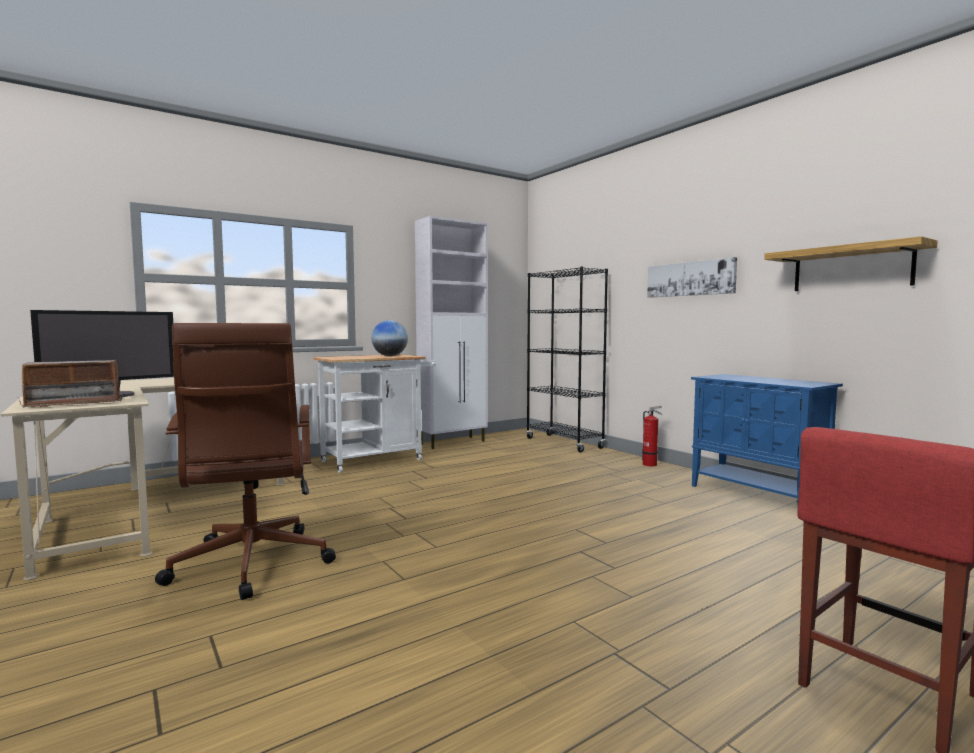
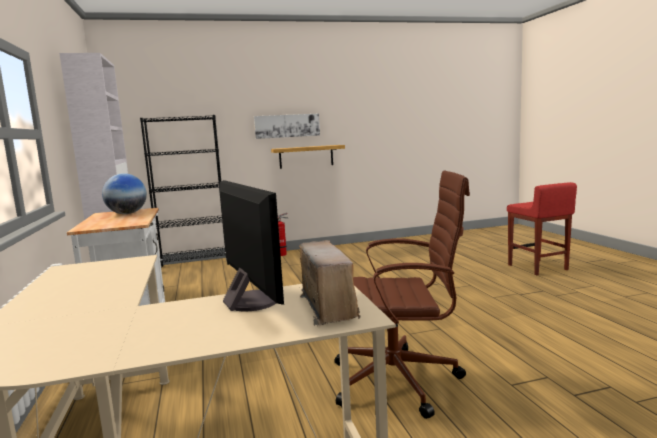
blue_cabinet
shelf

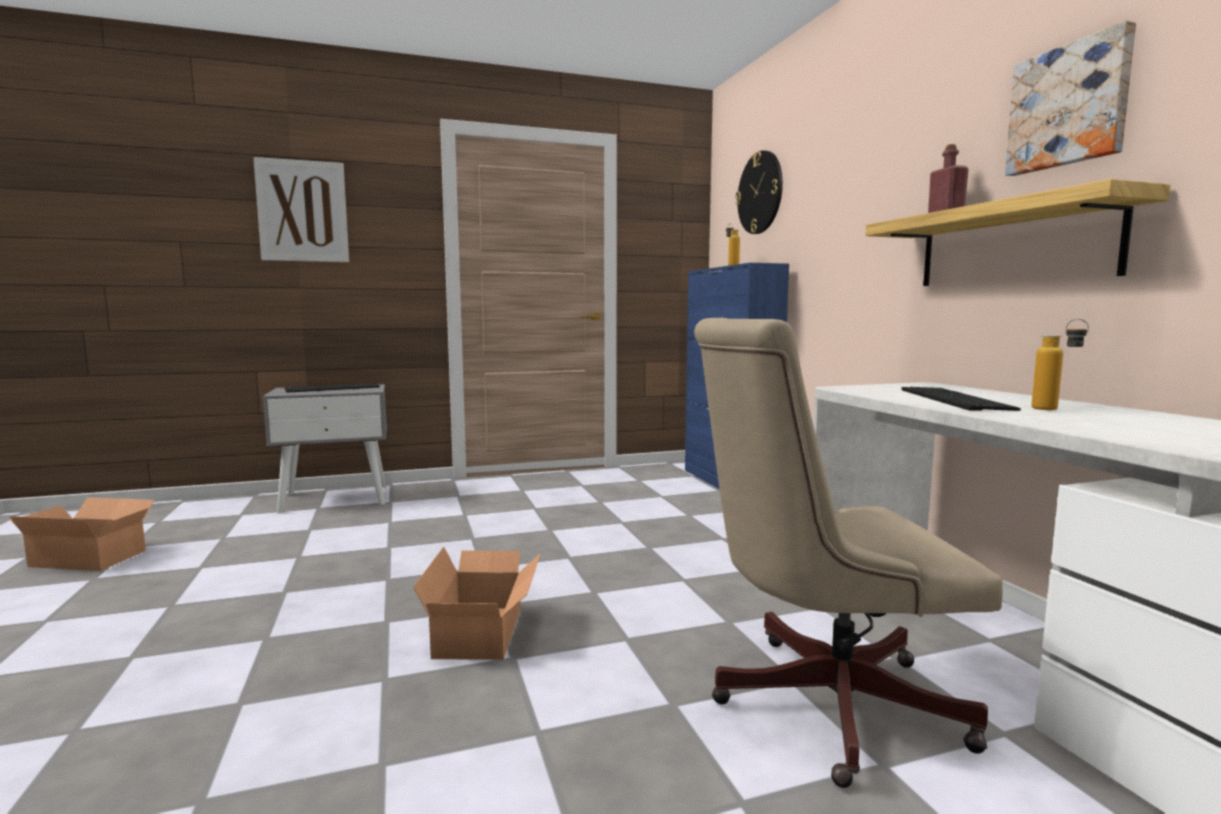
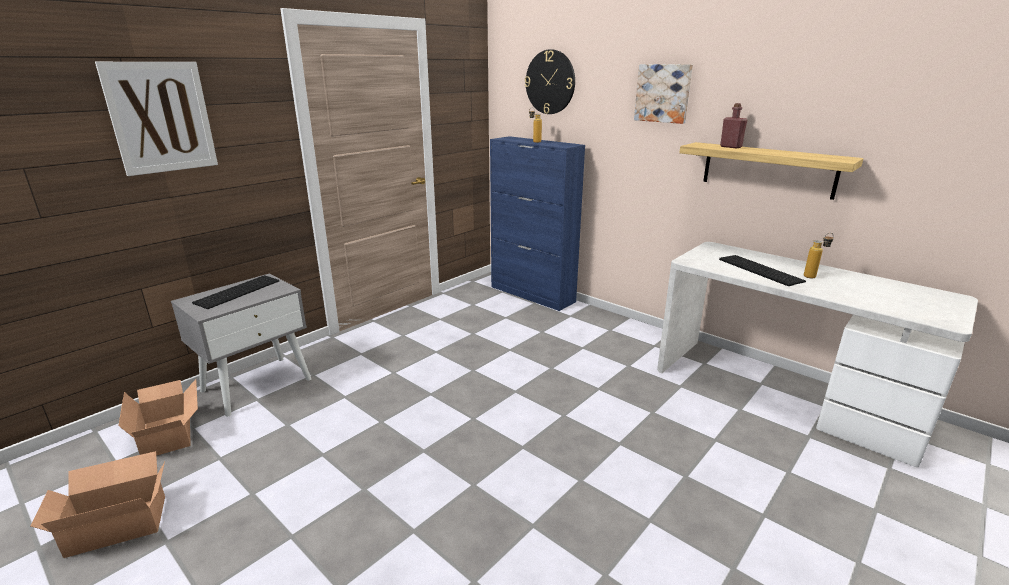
cardboard_box (2nd from left)
beige_office_chair
picture (2nd from left)

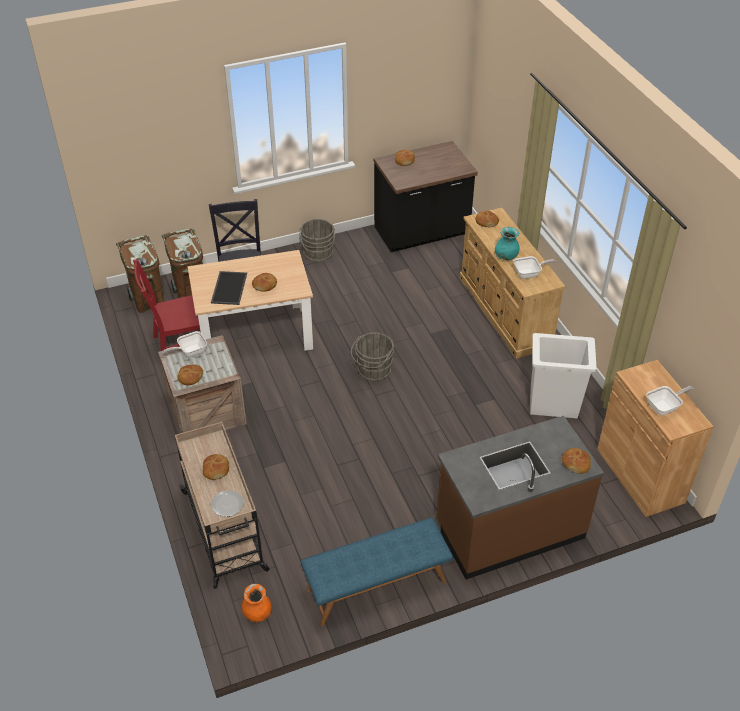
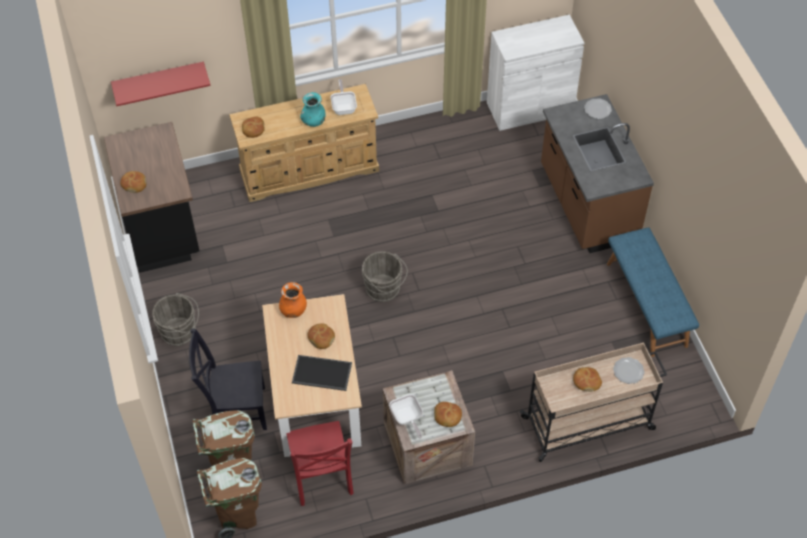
orange_vase
white_trash_can
plate (1st from left)
white_cabinet
frying_pan (3rd from left in the first image)
red_shelf

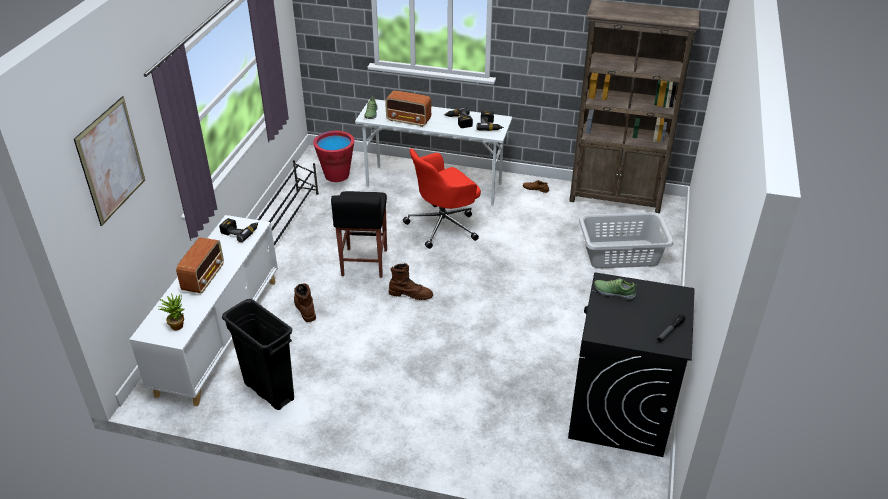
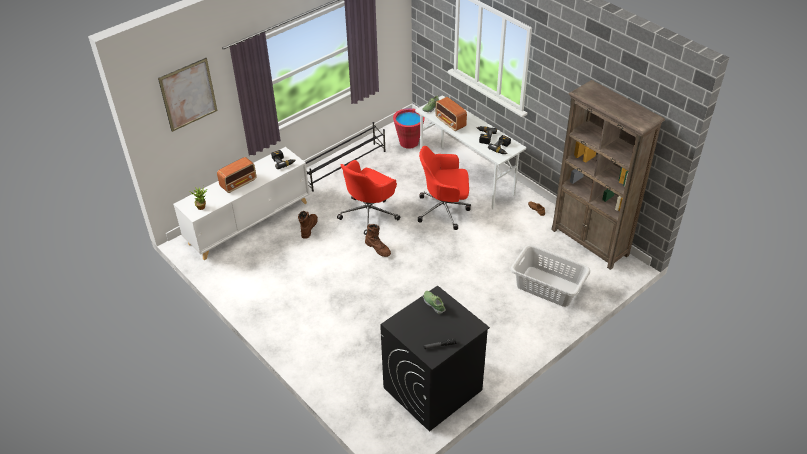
black_trash_can
red_office_chair (1st from left)

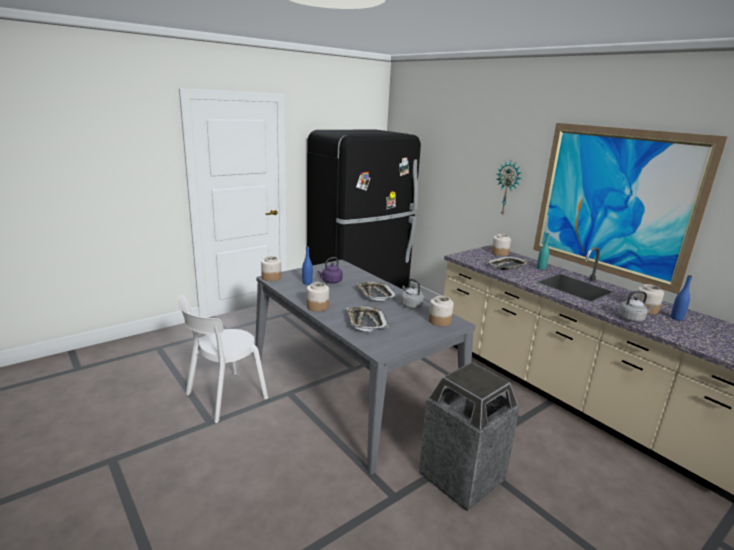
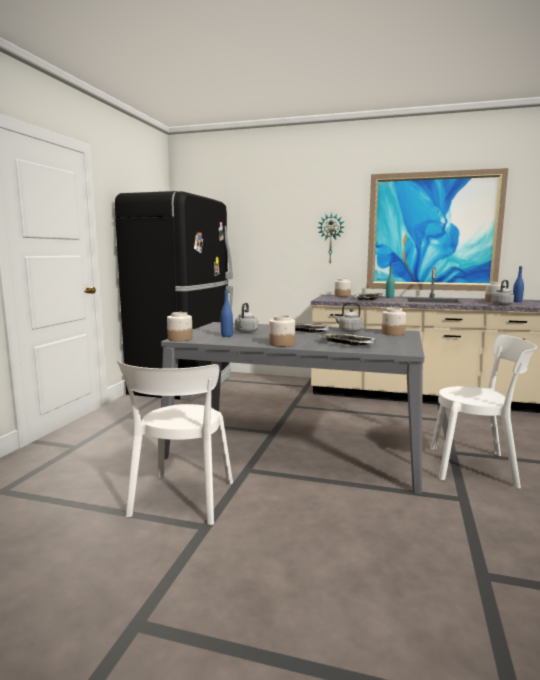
grey_kettle (1st from left)
white_chair (2nd from left)

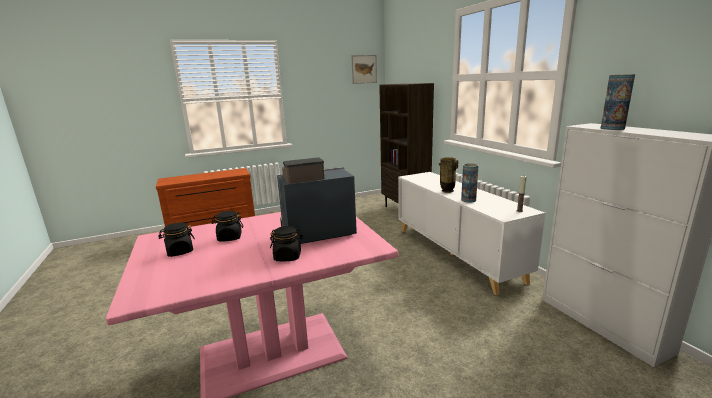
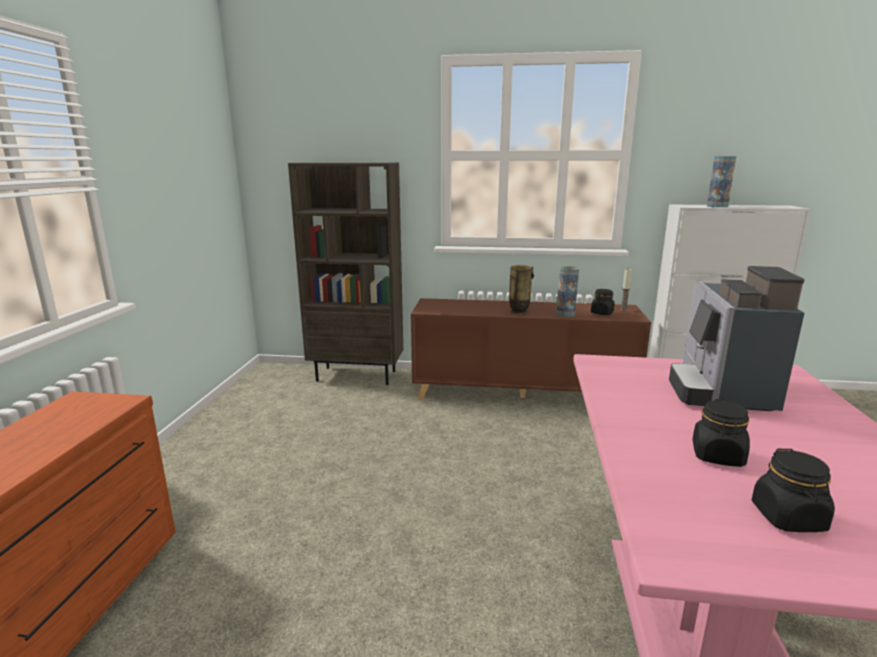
black_jar (1st from left)
picture
brown_cabinet

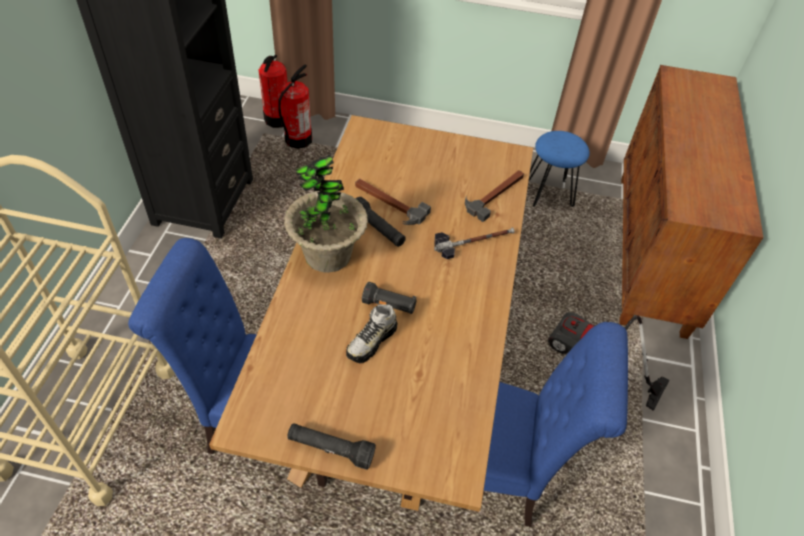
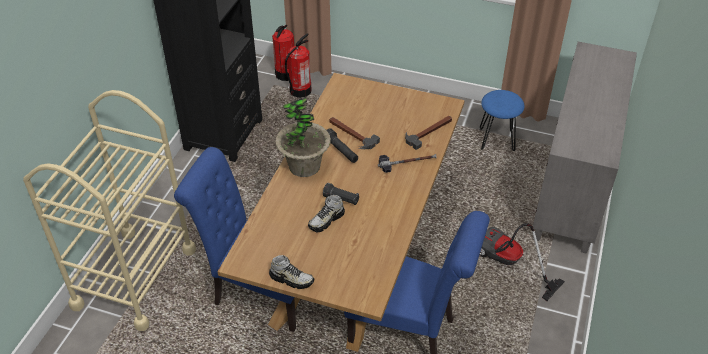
shoe (1st from left)
grey_cabinet

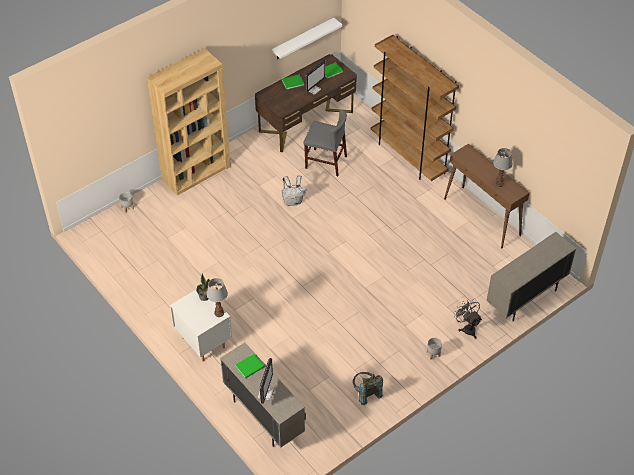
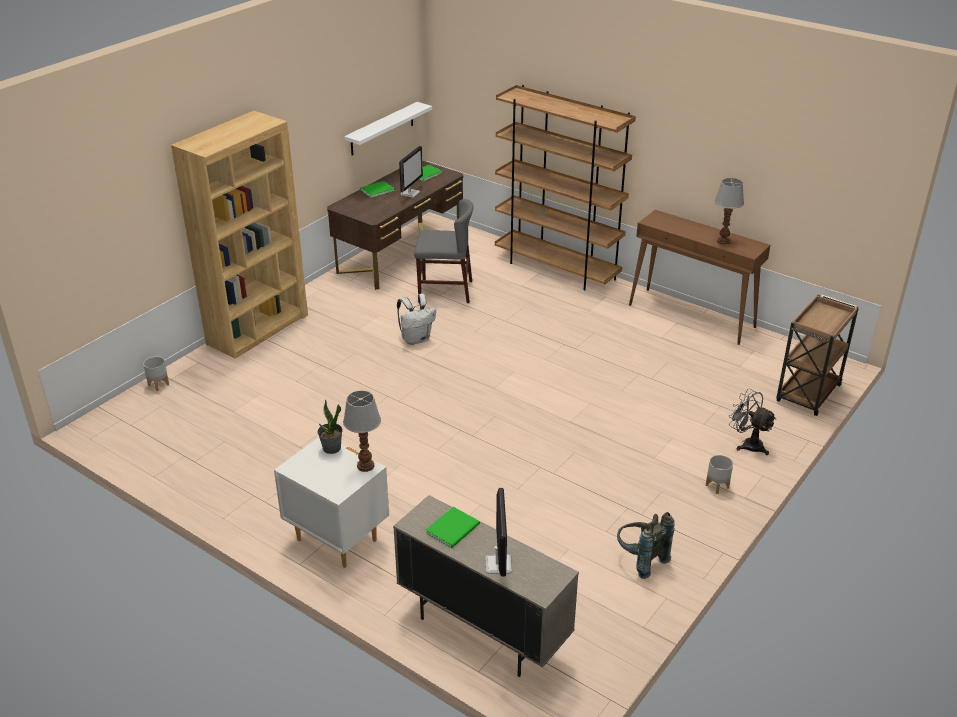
brown_cart

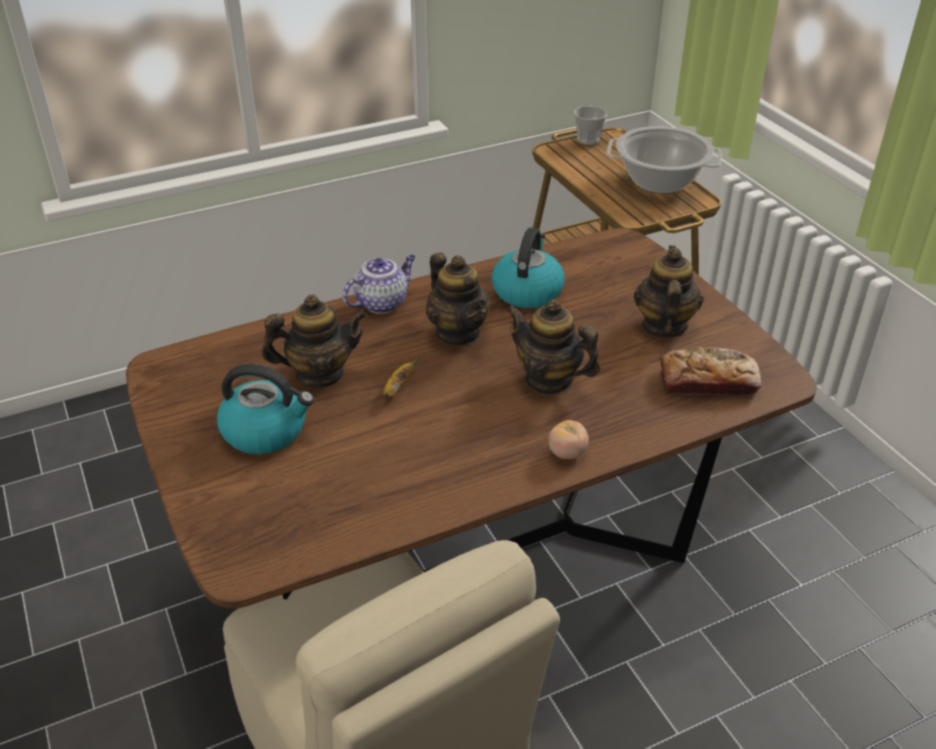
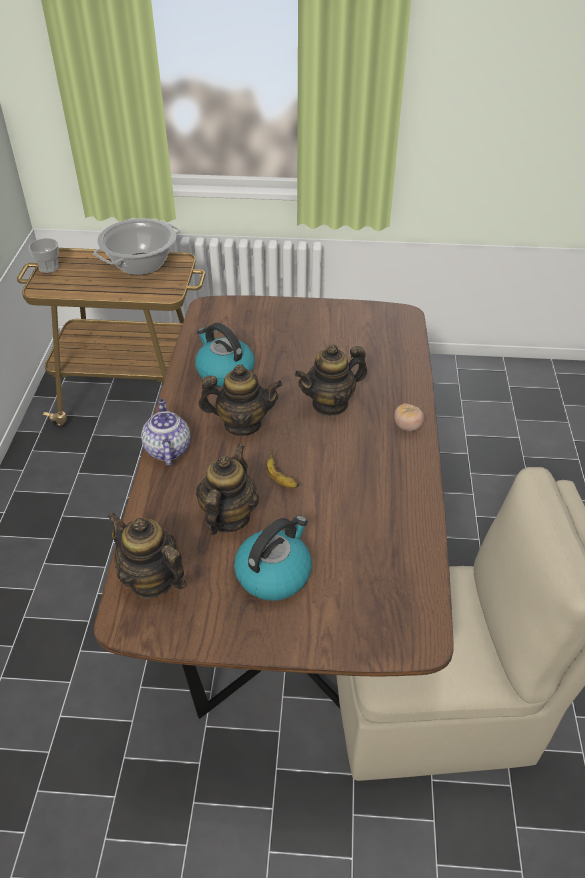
teapot (1st from left)
bread

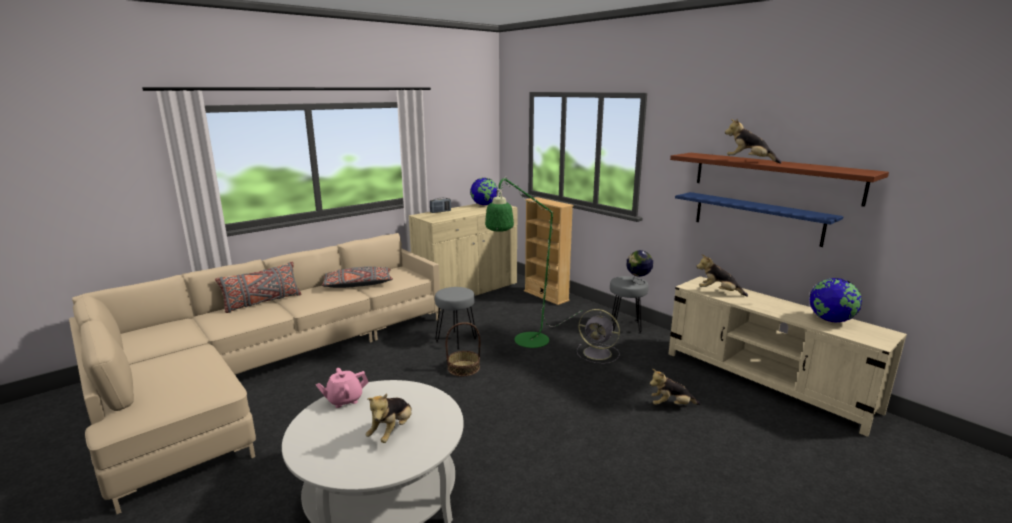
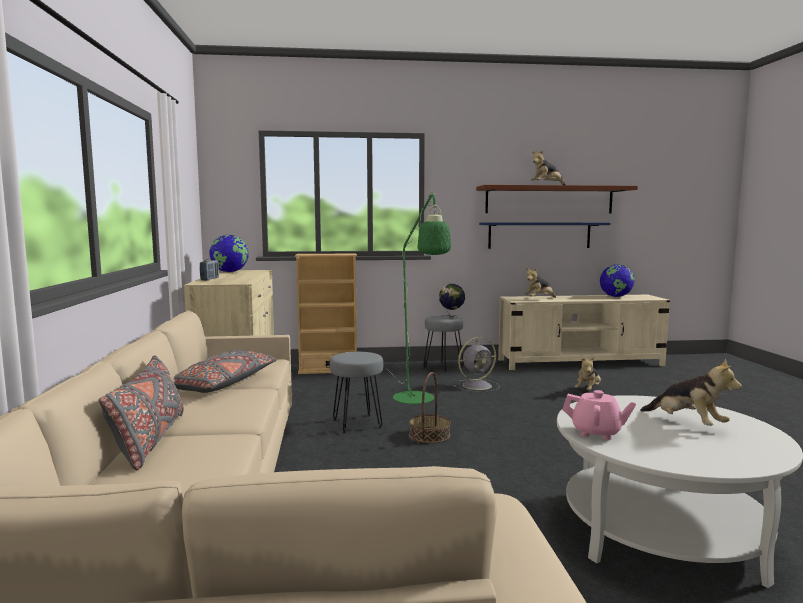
pink_teapot

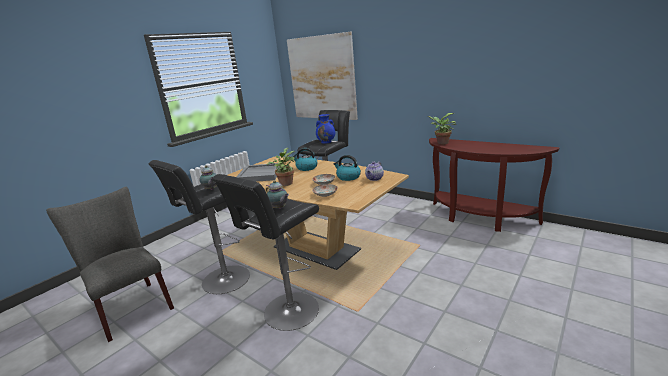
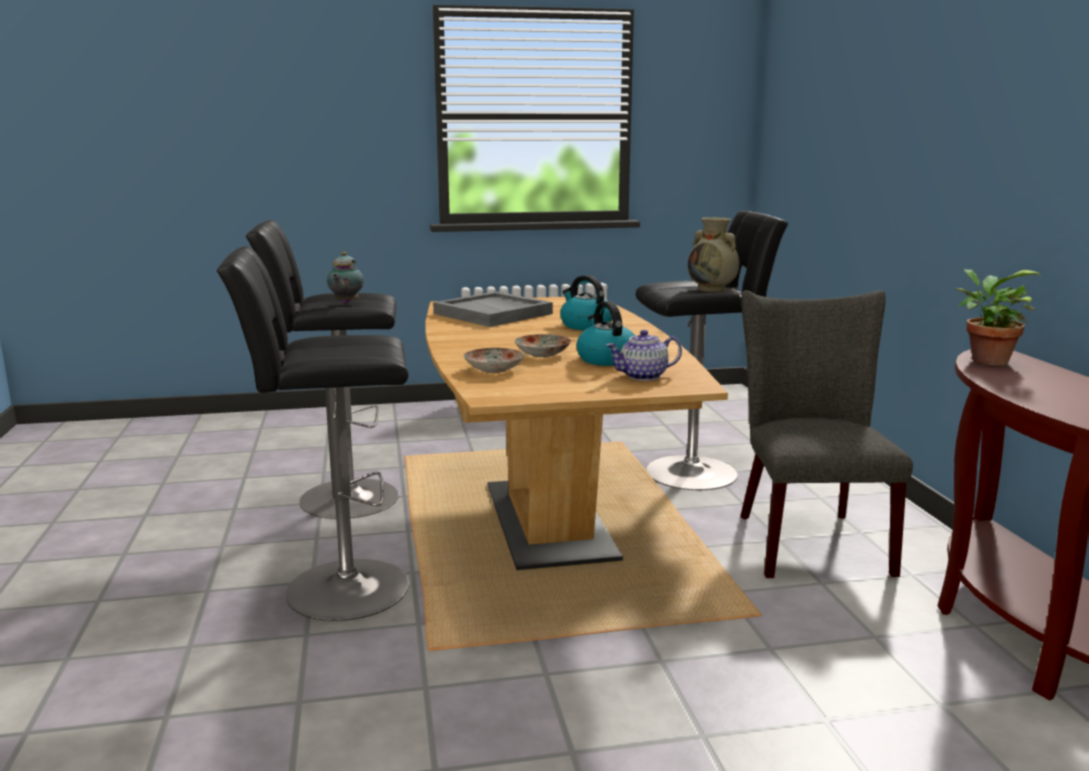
grey_chair
teapot (2nd from left in the first image)
potted_plant (1st from left in the first image)
picture
beige_vase

